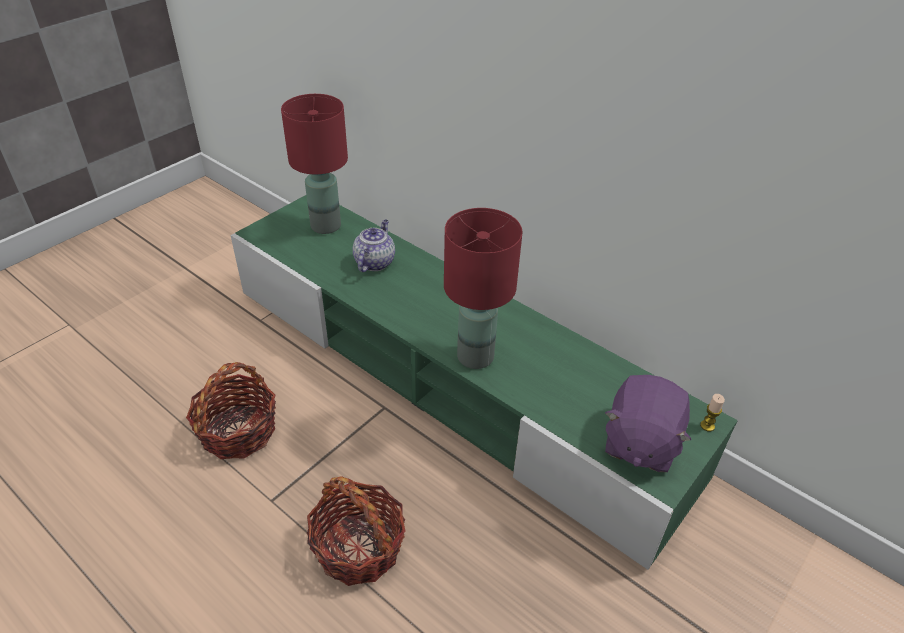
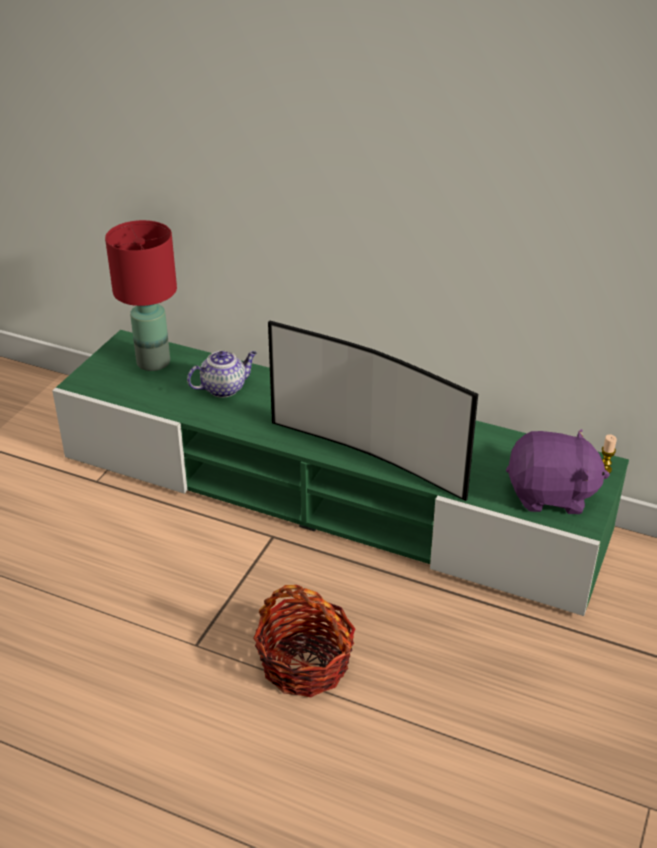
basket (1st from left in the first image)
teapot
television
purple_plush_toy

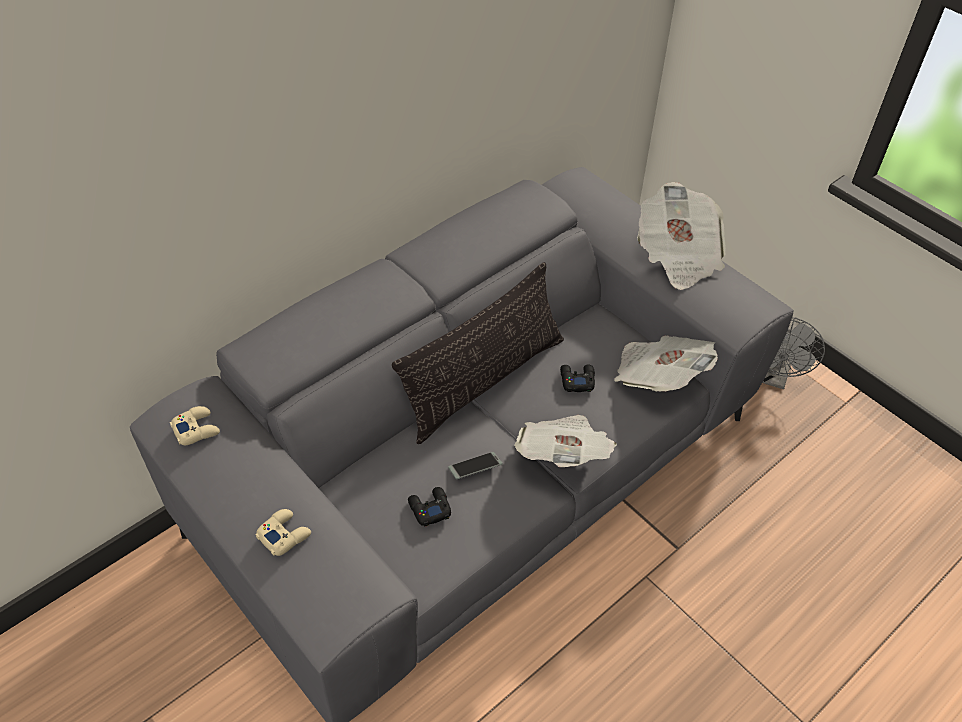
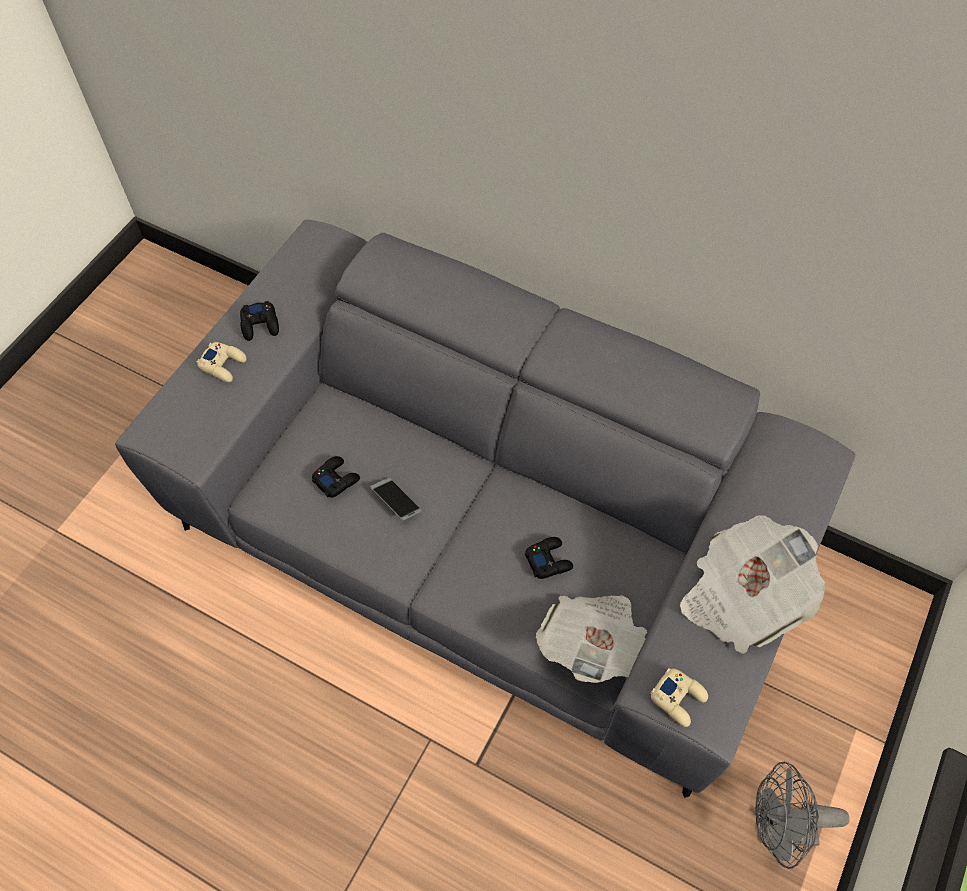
beige_game_controller (2nd from left)
pillow
newspaper (1st from left in the first image)
black_game_controller (1st from left)

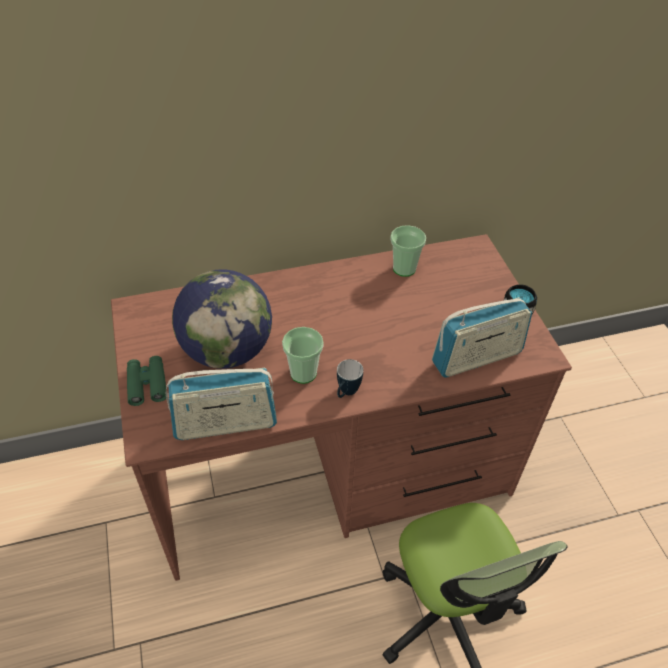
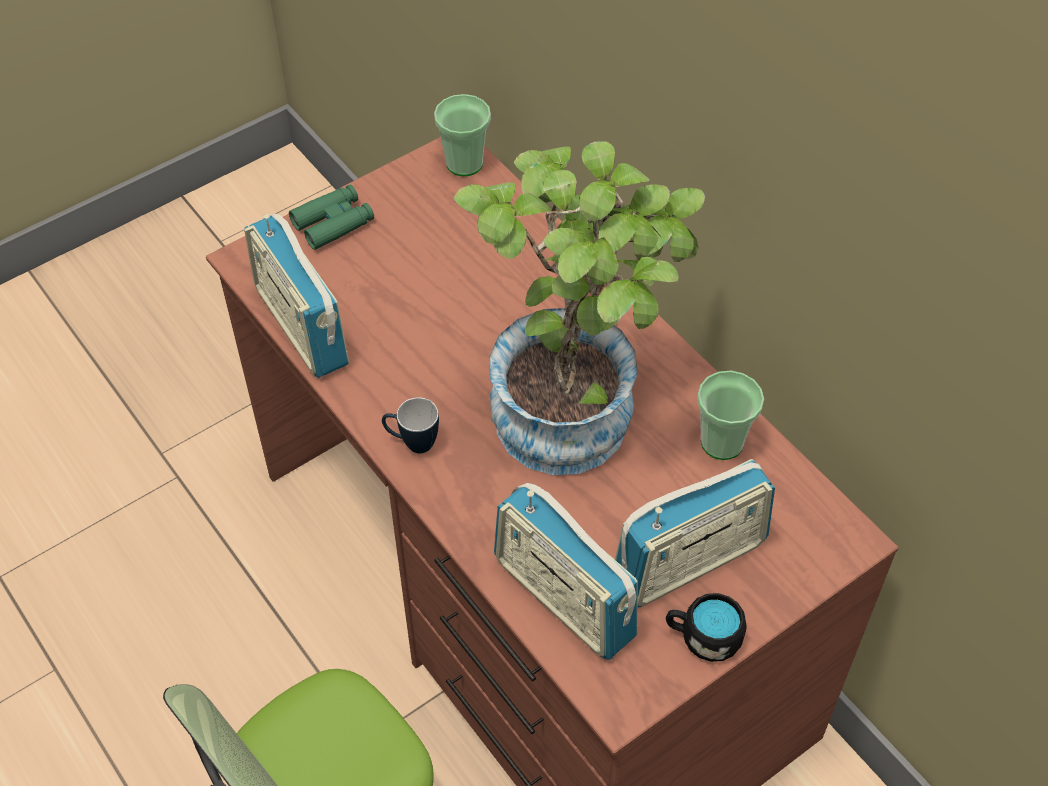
globe
cup (1st from left)
potted_plant
radio (3rd from left)

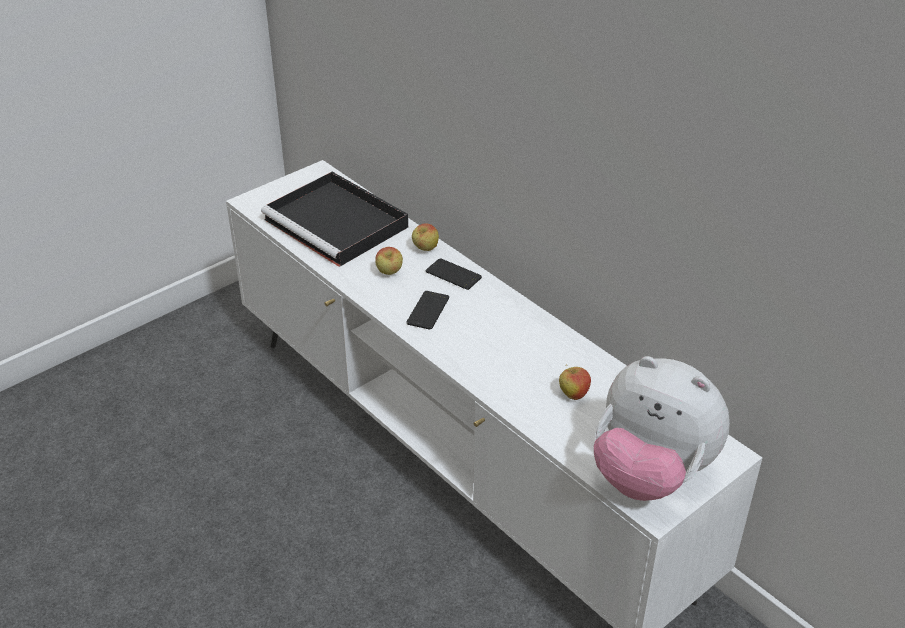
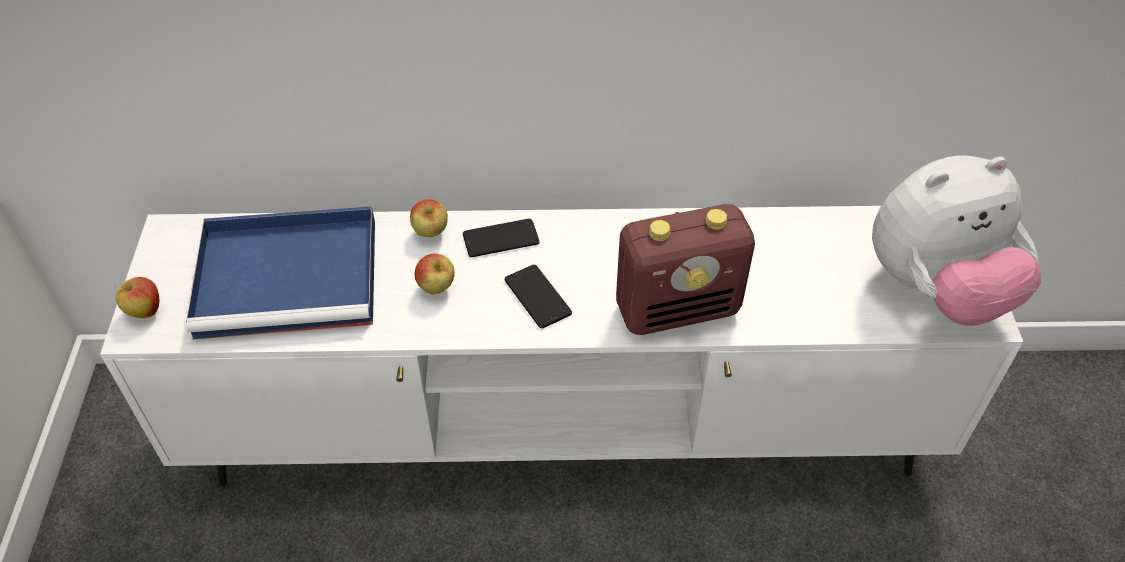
blue_tray
apple (1st from left)
radio

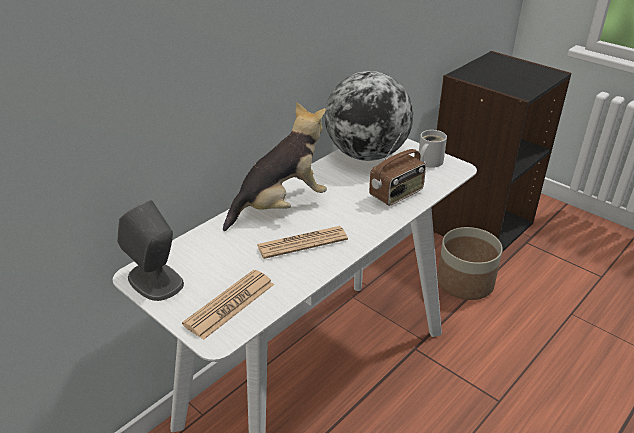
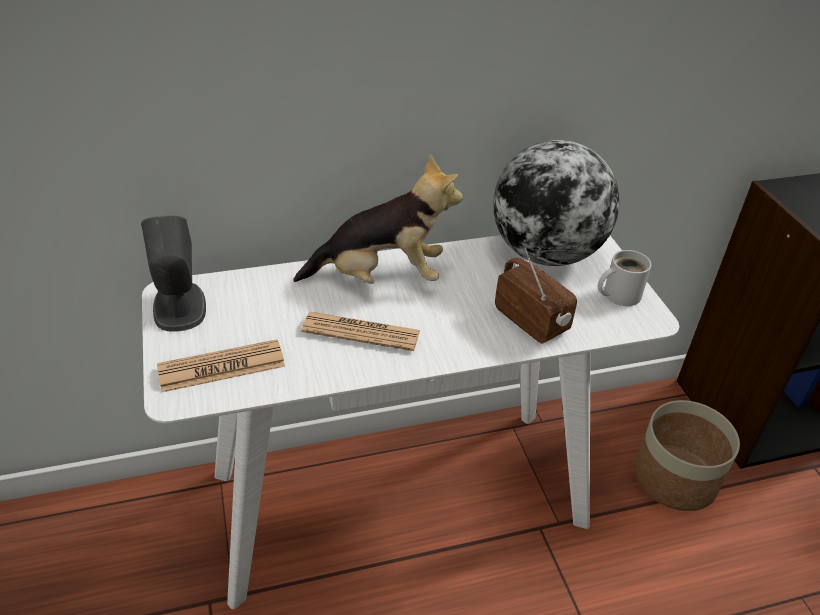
radio

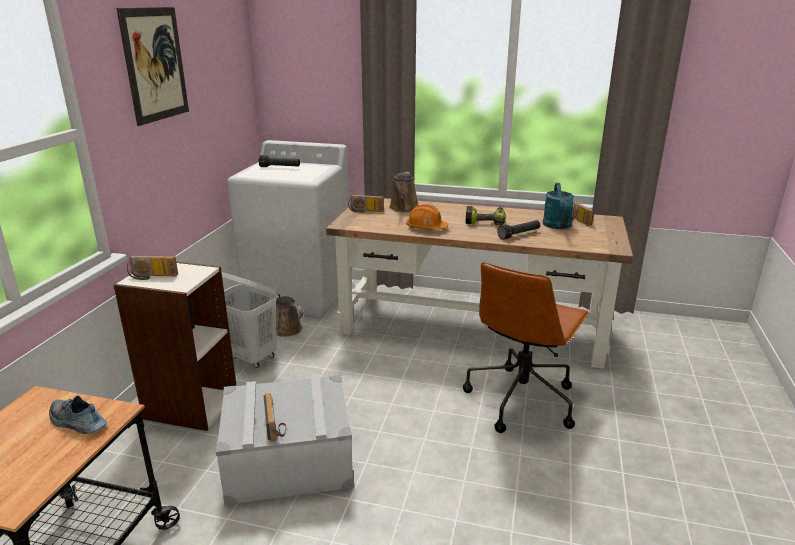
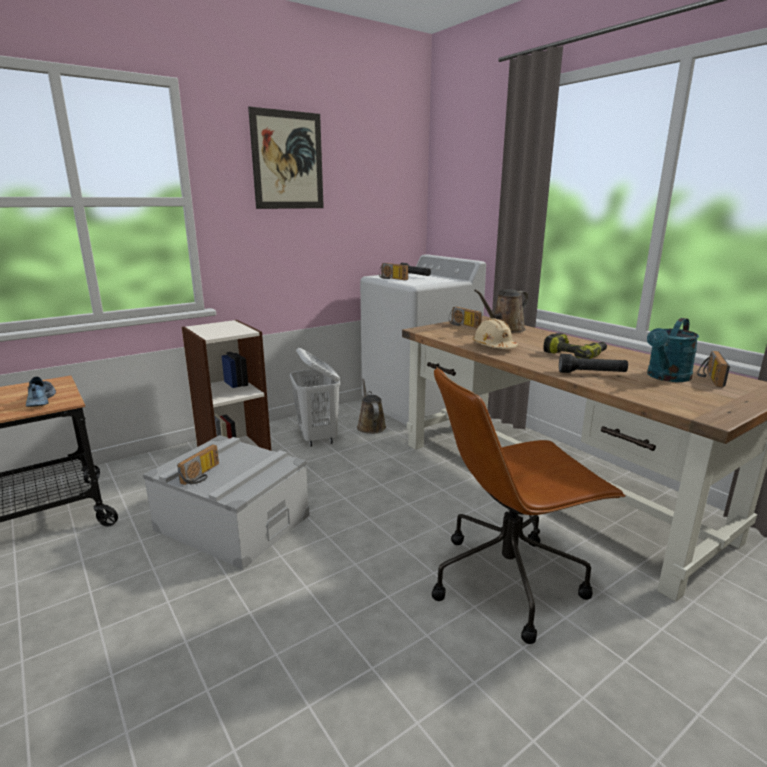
radio (2nd from left)
beige_hard_hat

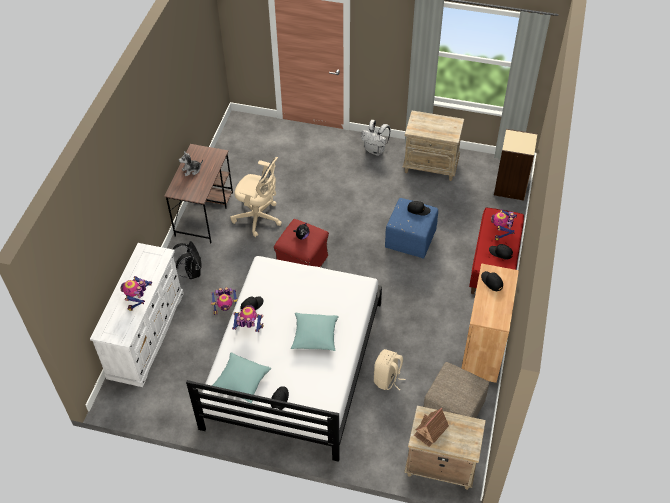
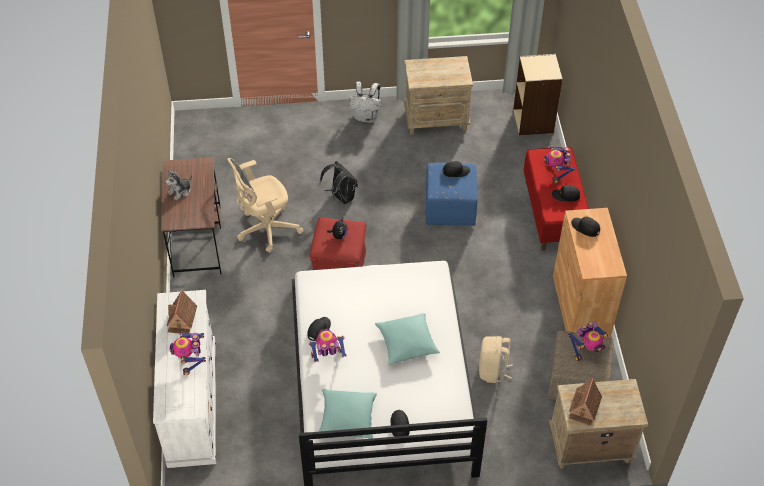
black_backpack
toy_robot (4th from left)
beige_office_chair
toy_house (1st from left)

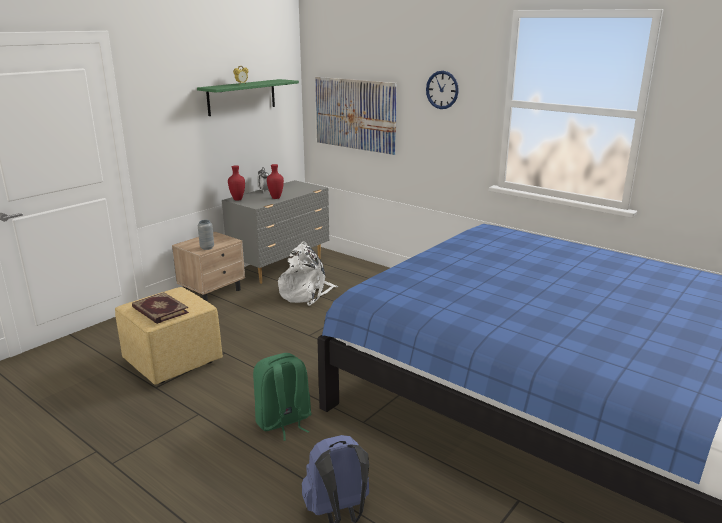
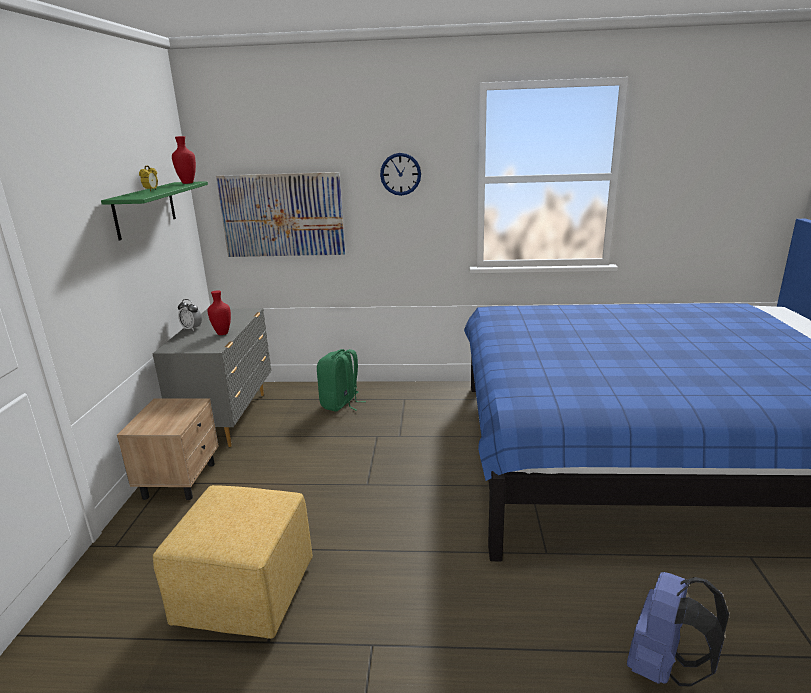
book
grey_vase
red_vase (1st from left)
green_backpack
white_backpack

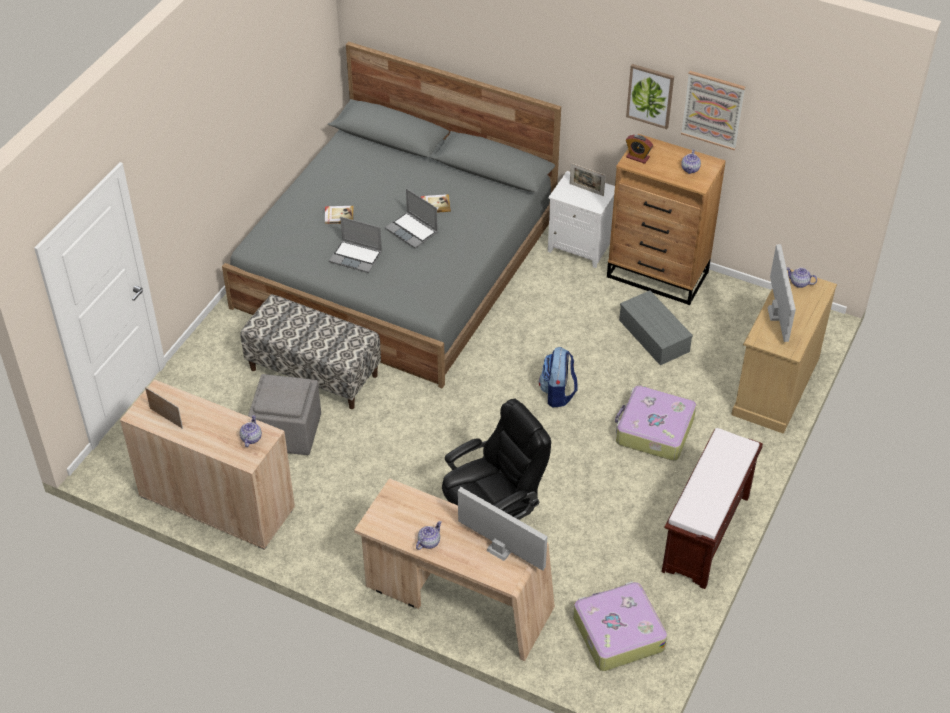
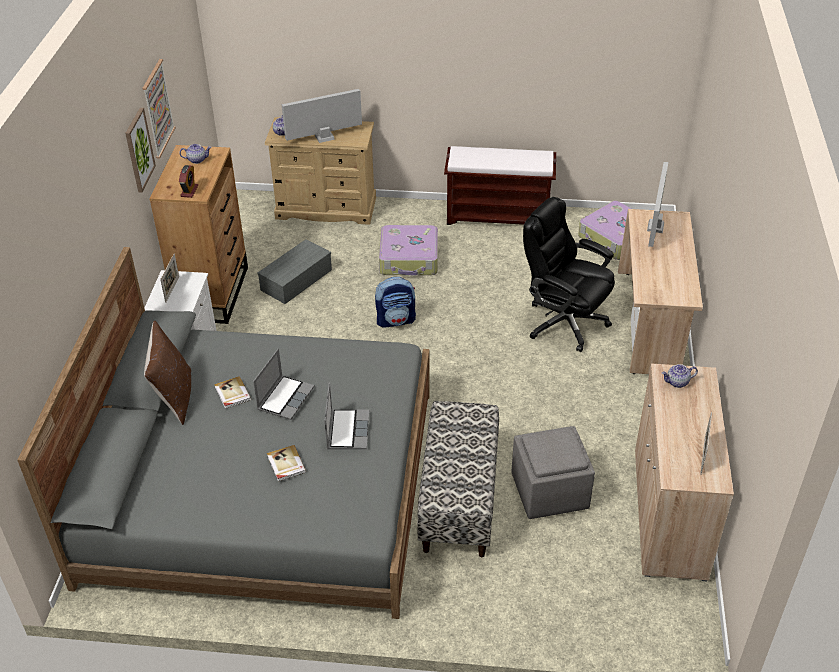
teapot (2nd from left in the first image)
brown_pillow

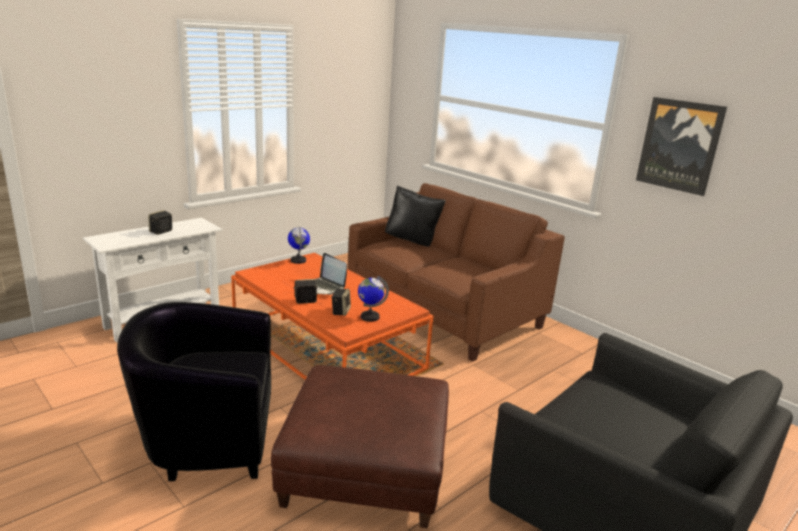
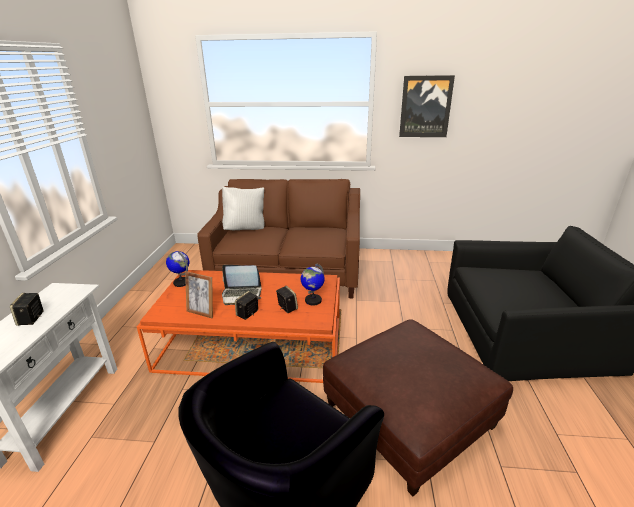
white_pillow
picture_frame

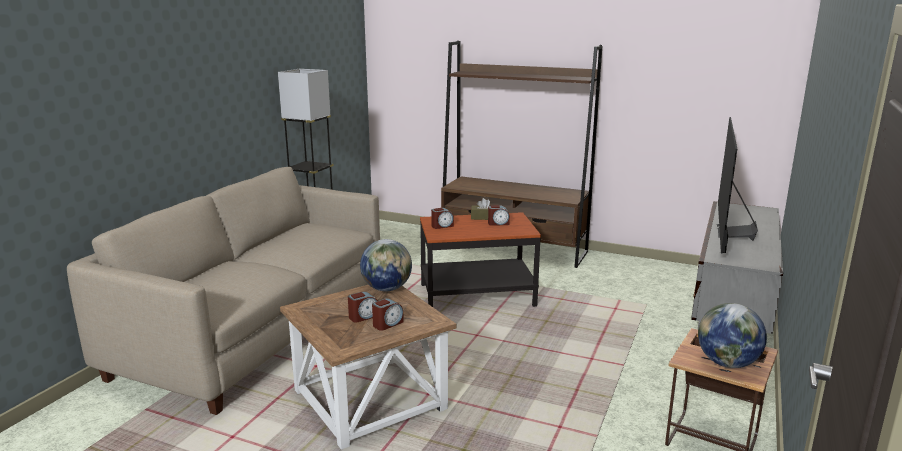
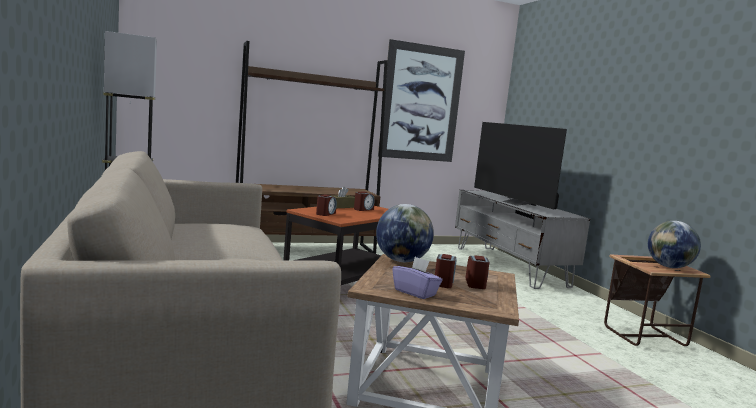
picture
purple_tissue_box

